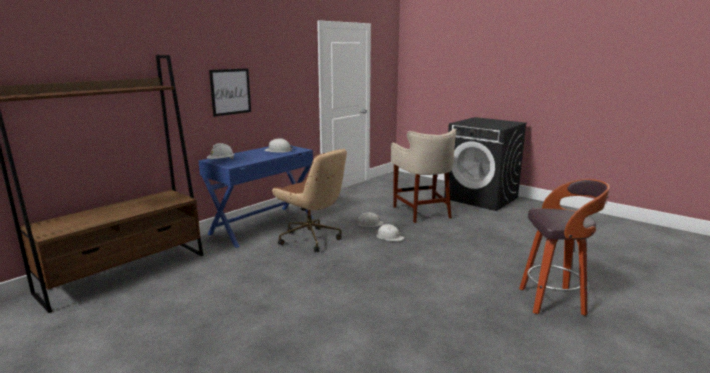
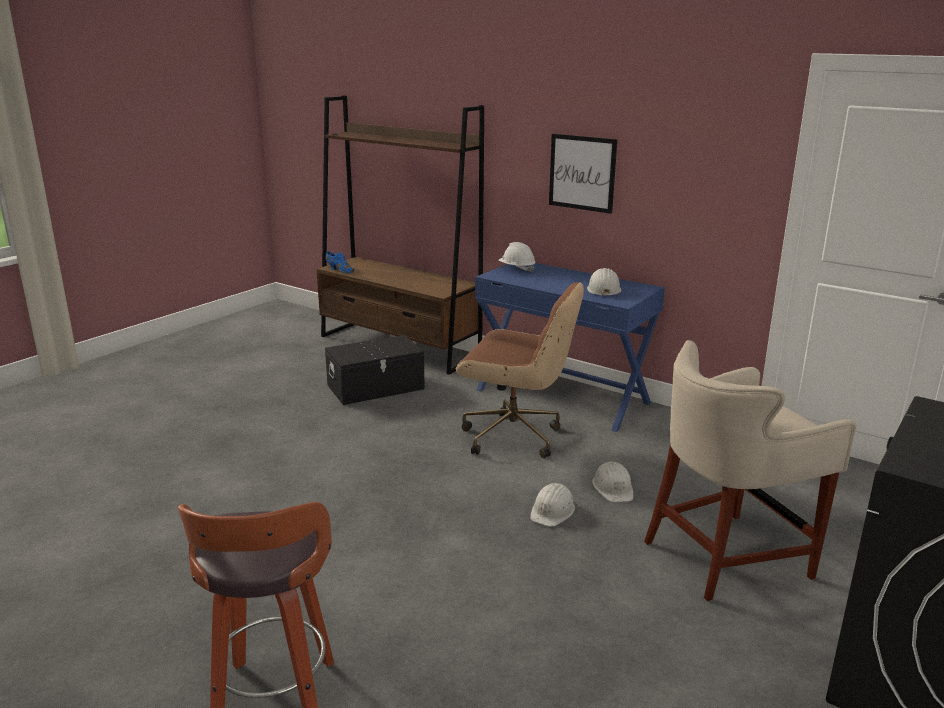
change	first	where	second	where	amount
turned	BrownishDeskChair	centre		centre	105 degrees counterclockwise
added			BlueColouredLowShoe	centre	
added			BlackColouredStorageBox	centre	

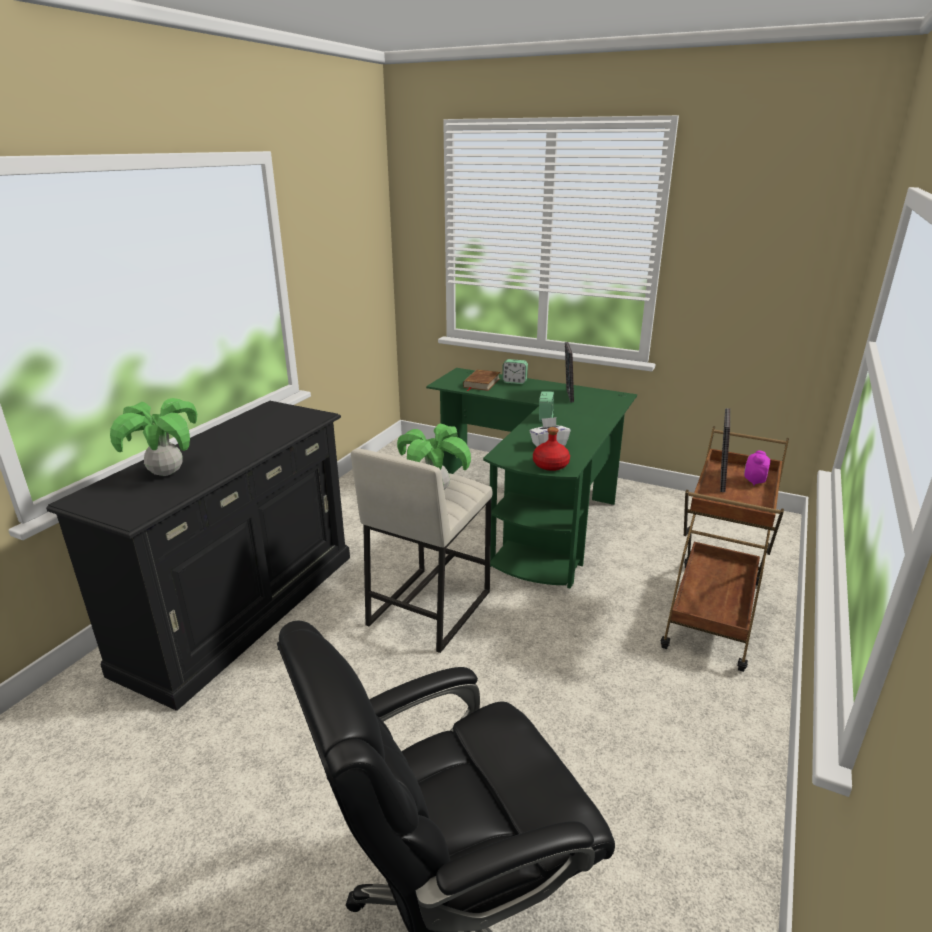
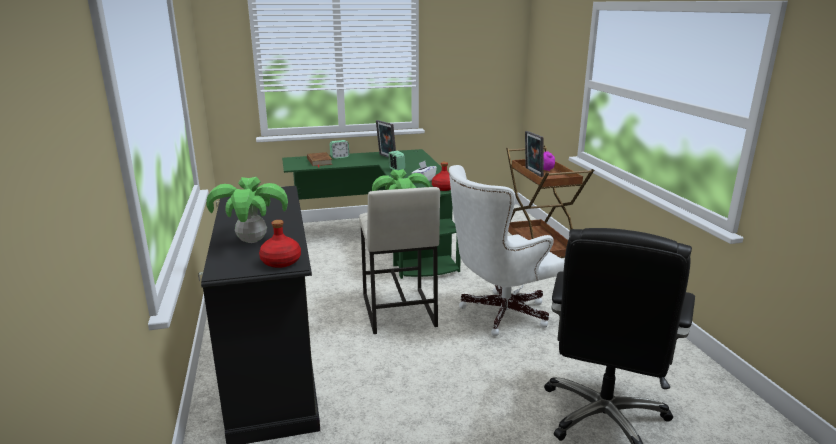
change	first	where	second	where	amount
added			WhitishDeskChair	centre	
added			RedColouredDrinkBottle (1st from left)	centre	

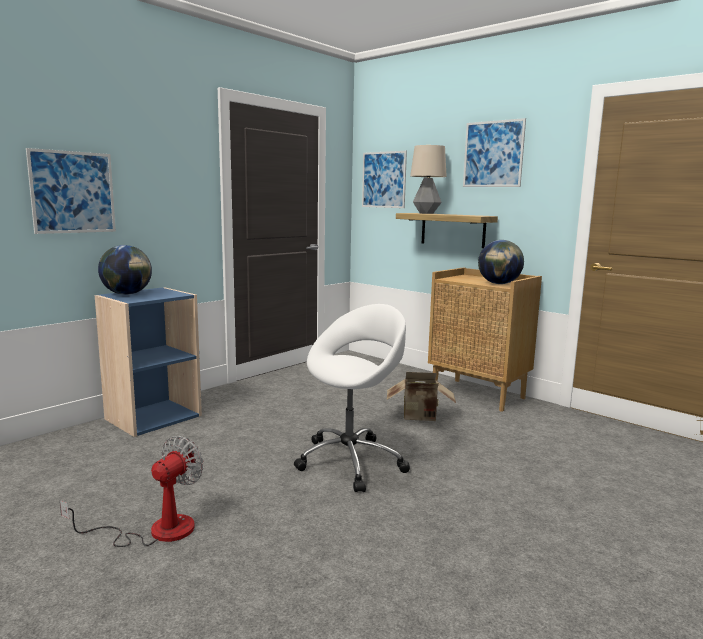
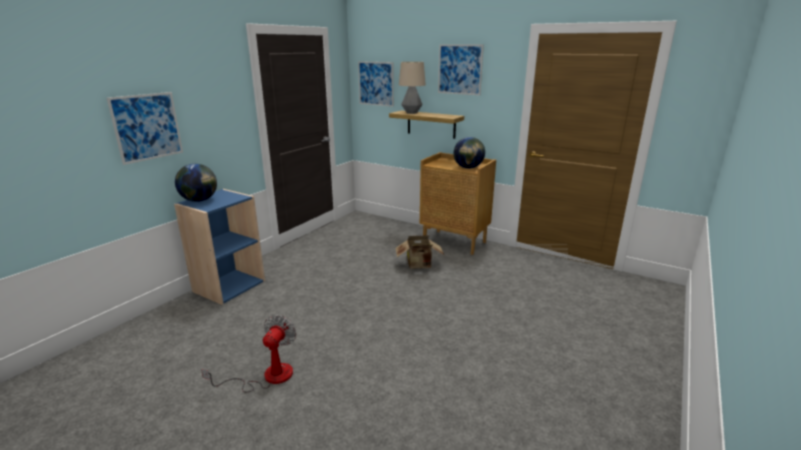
change	first	where	second	where	amount
removed	WhitishDeskChair	centre			

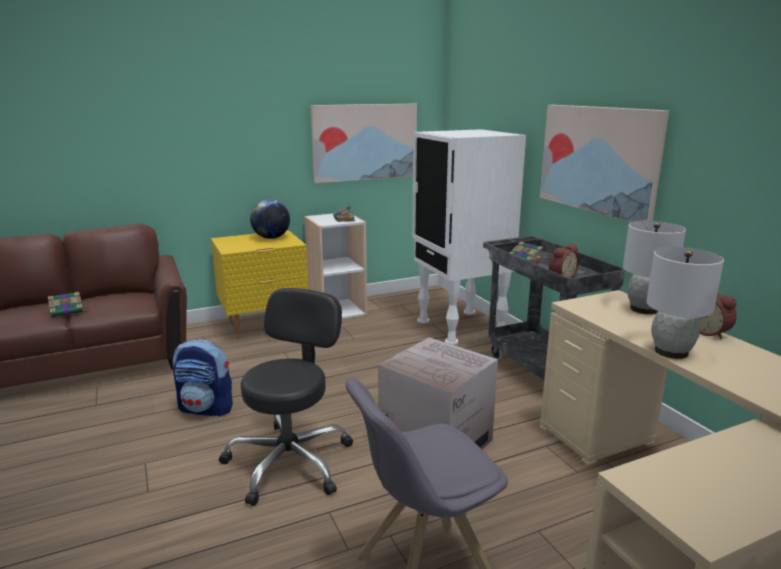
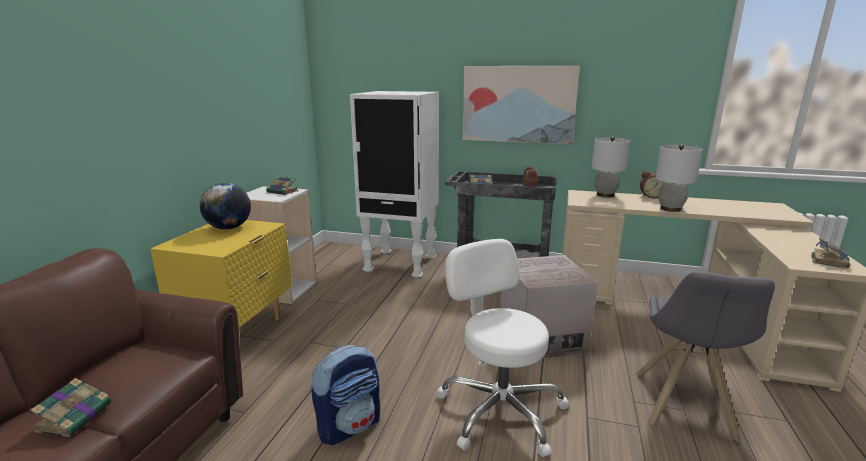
change	first	where	second	where	amount
removed	WallPicture (1st from left)	top centre			
recoloured	BlackColouredDeskChair	bottom centre	WhitishDeskChair	bottom centre	
added			BoundBook (4th from left)	middle right	

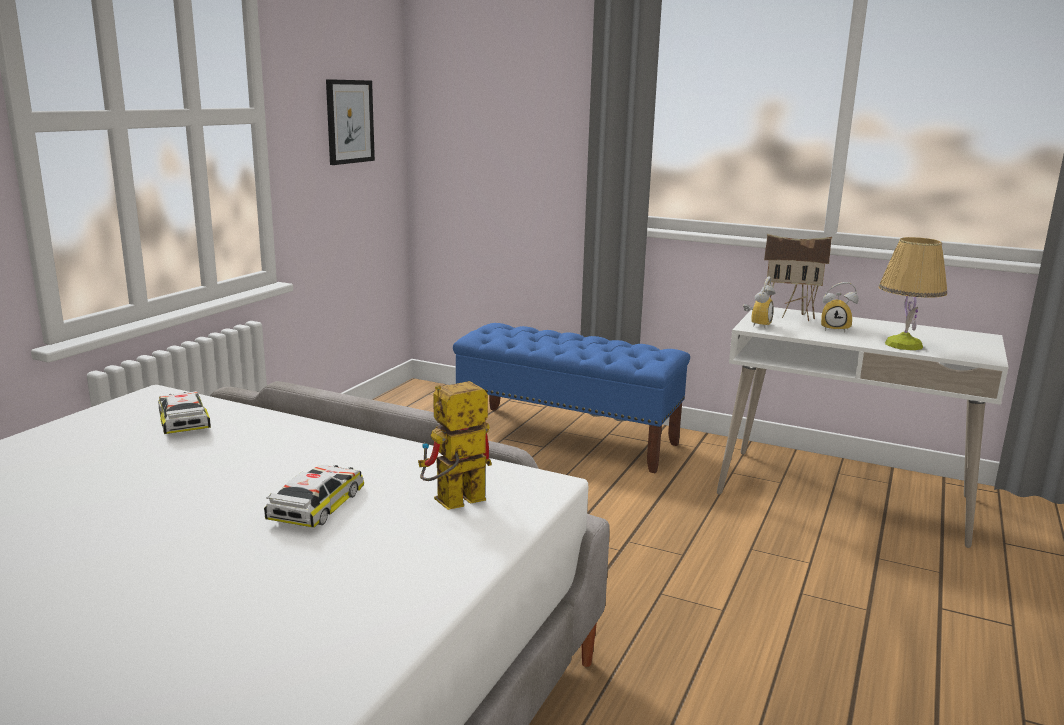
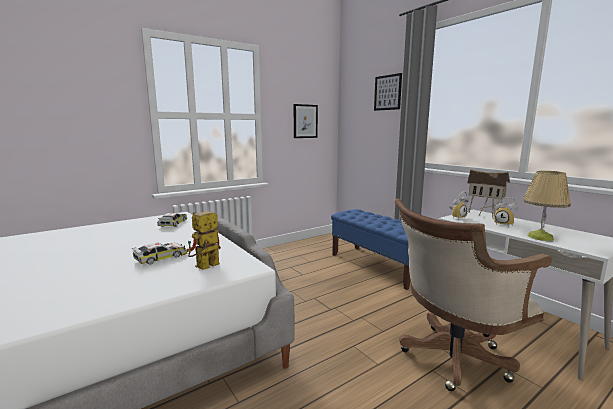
change	first	where	second	where	amount
turned	RobotFigure	centre		middle left	45 degrees counterclockwise
added			WallPicture (2nd from left)	top centre	
added			DeskChair	bottom right	

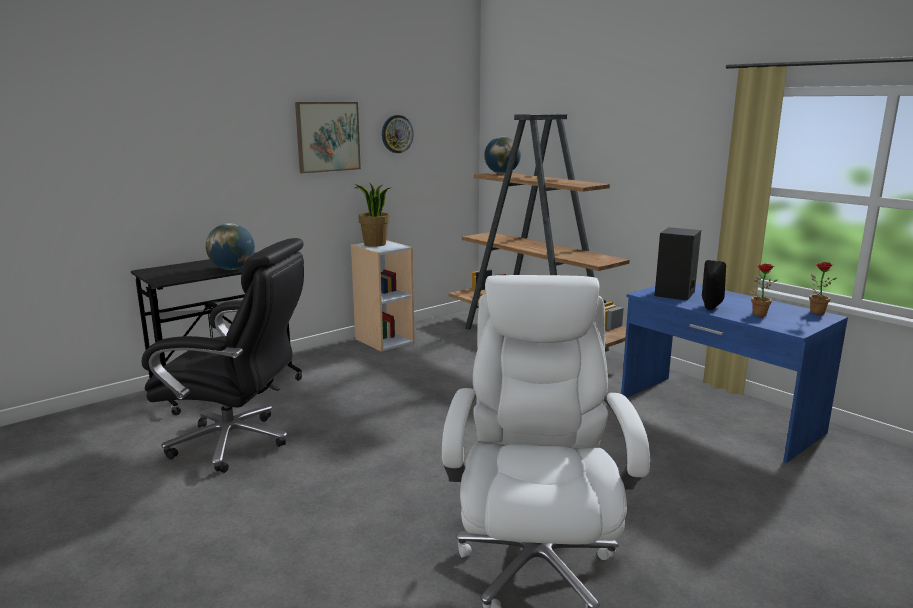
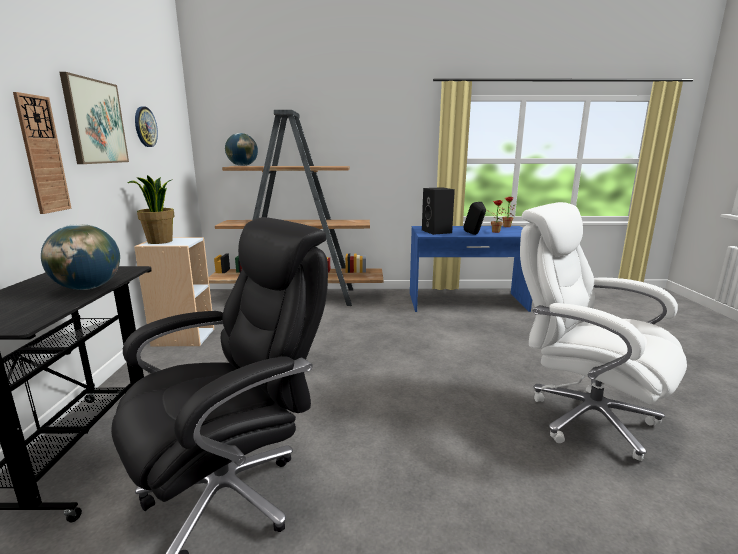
change	first	where	second	where	amount
added			WallClock (1st from left)	top left	

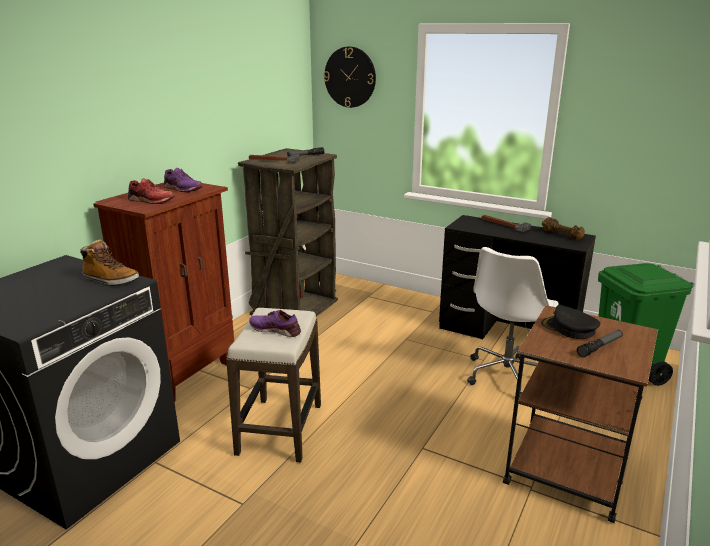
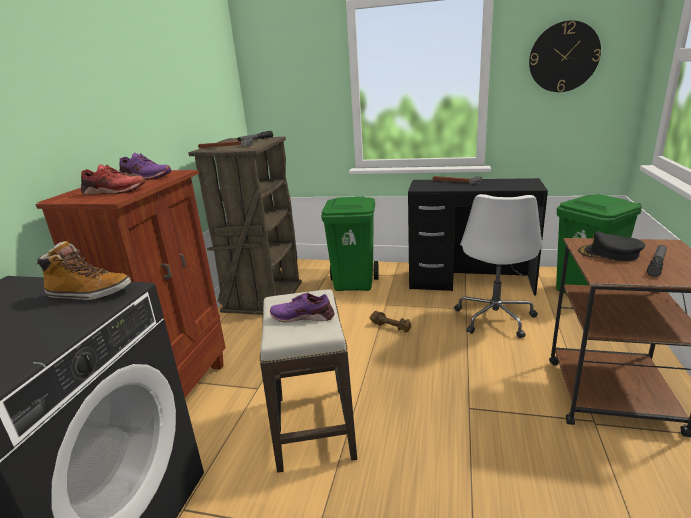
change	first	where	second	where	amount
moved	WallClock	top centre		top right	
moved	BrownishDumbbell	middle right		centre	
added			GreenWasteBin (1st from left)	centre	

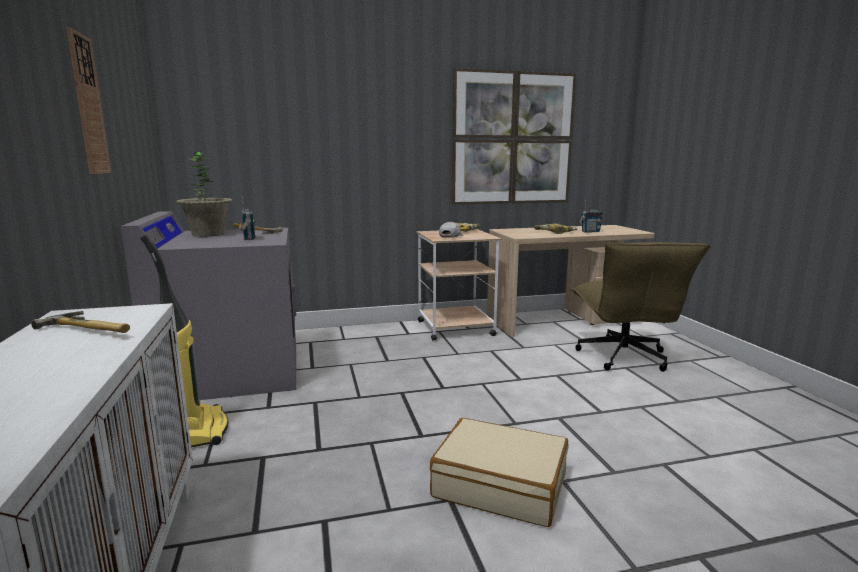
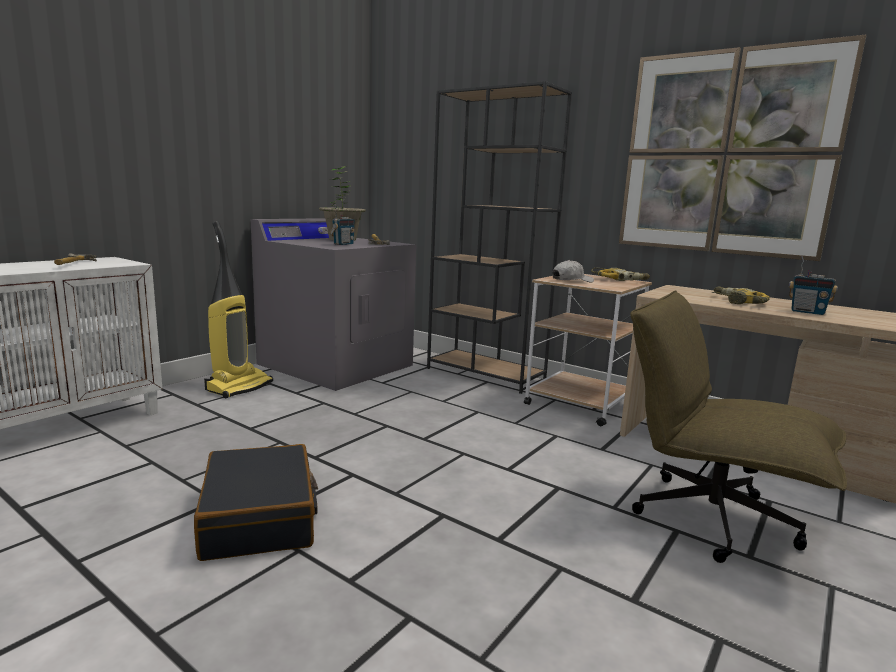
change	first	where	second	where	amount
removed	WallClock	top left			
turned	BeigeColouredDeskChair	middle right		middle right	75 degrees clockwise
recoloured	BeigeColouredPieceOfLuggage	bottom centre	BlackColouredPieceOfLuggage	bottom left	
added			ShelvingUnit	centre	

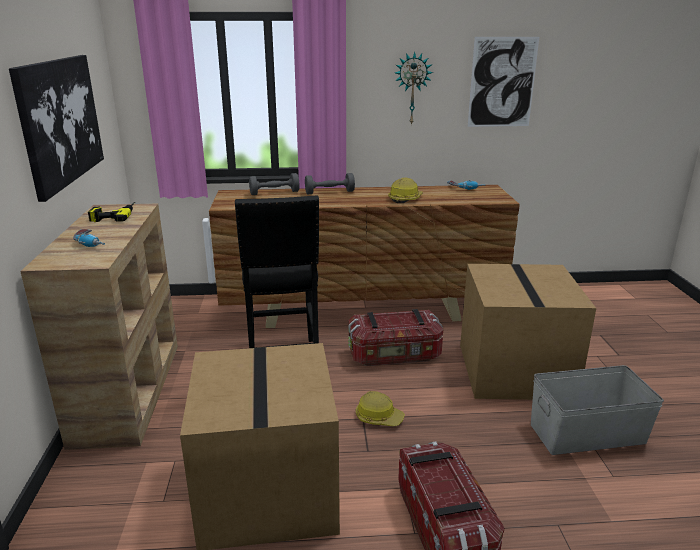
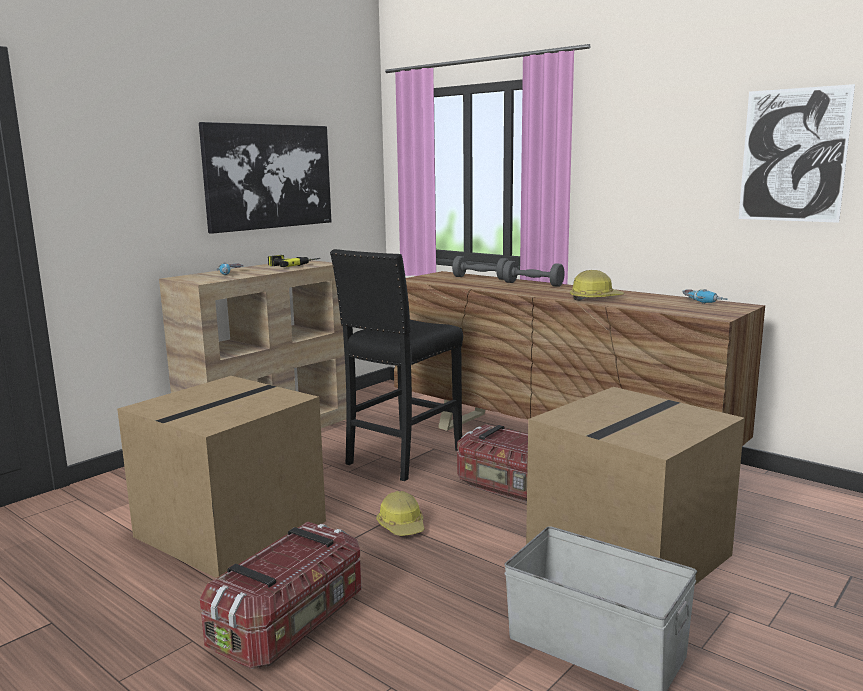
change	first	where	second	where	amount
removed	WallClock	top centre			

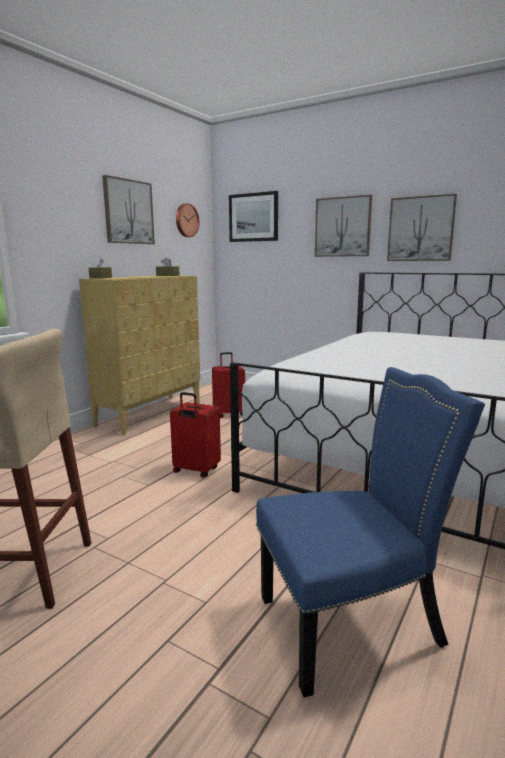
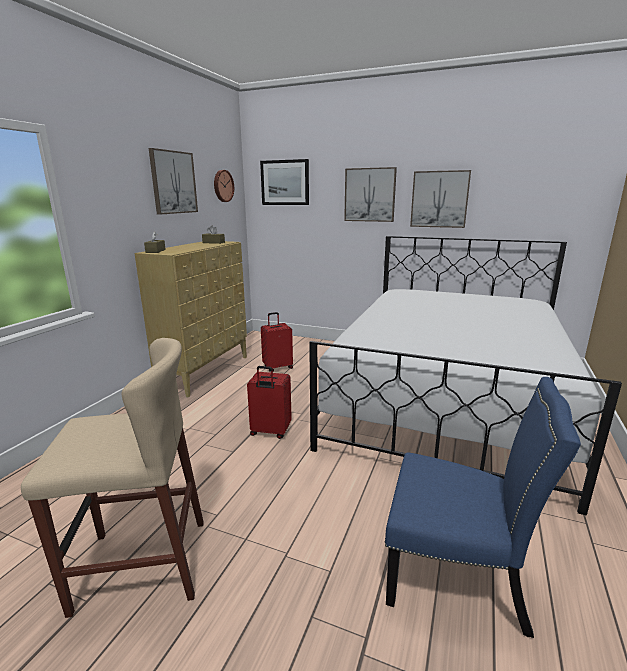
change	first	where	second	where	amount
turned	BlueColouredPlainChair	bottom right		bottom right	45 degrees clockwise

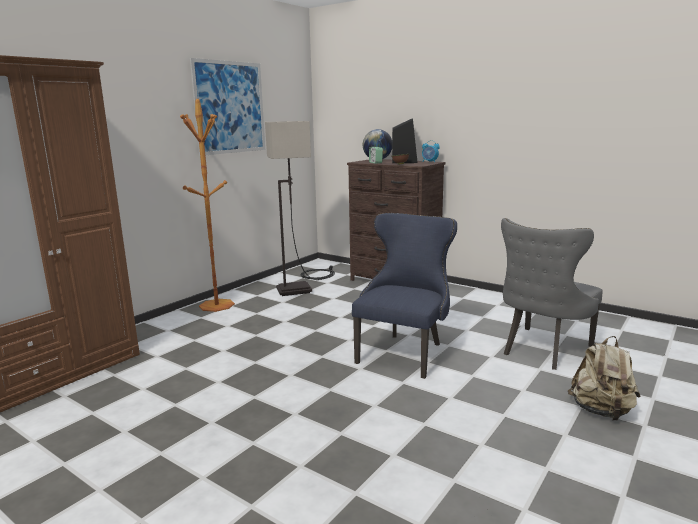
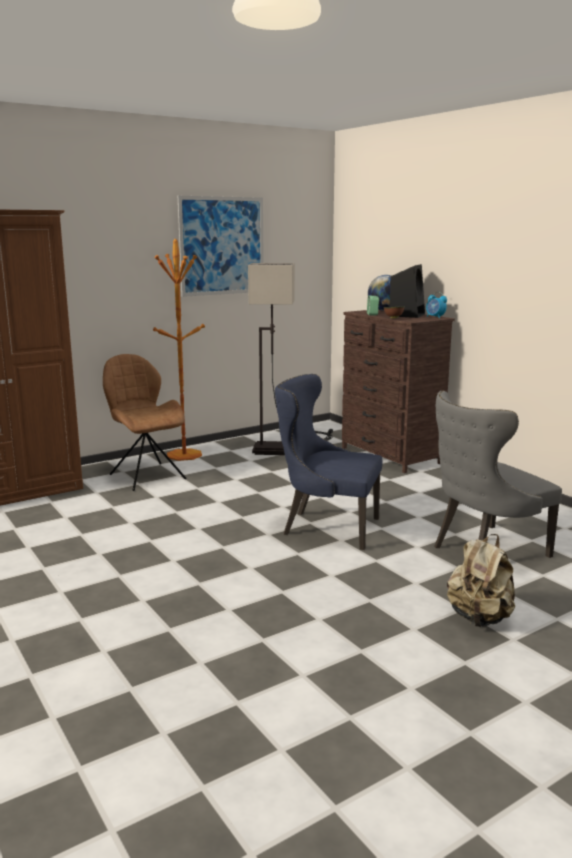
change	first	where	second	where	amount
turned	BlueColouredPlainChair	centre		centre	120 degrees counterclockwise
added			BrownishPlainChair	middle left	

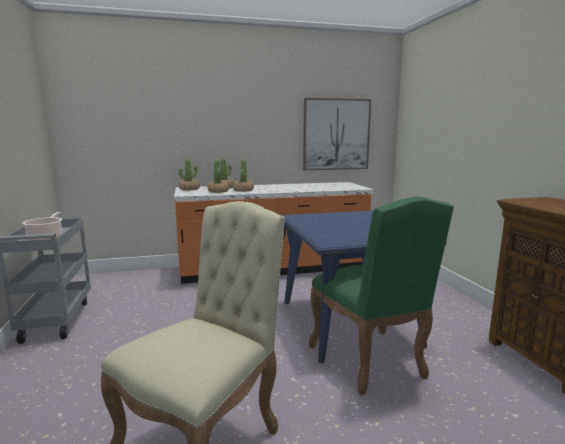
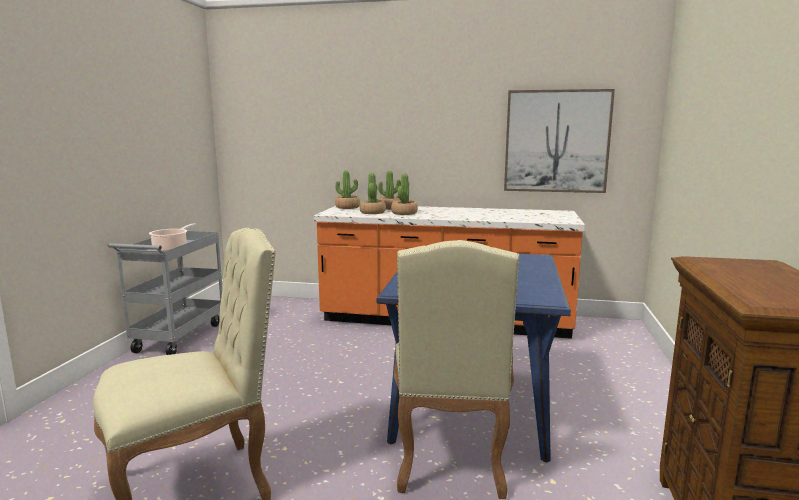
change	first	where	second	where	amount
recoloured	GreenPlainChair	bottom right	BeigeColouredPlainChair (2nd from left)	bottom centre	

